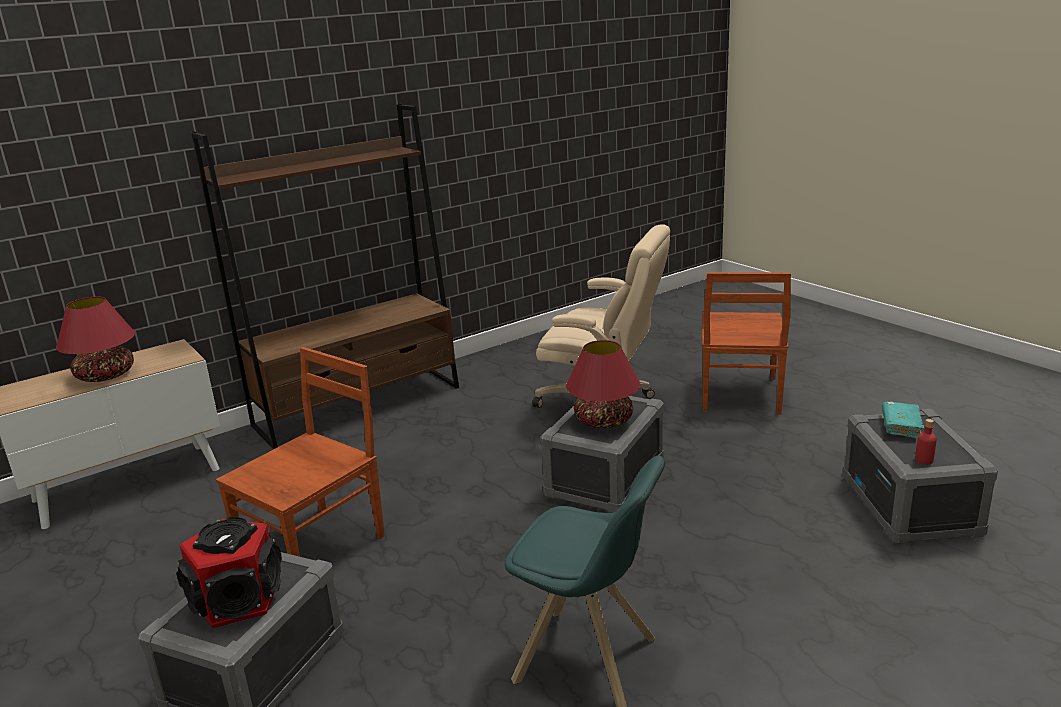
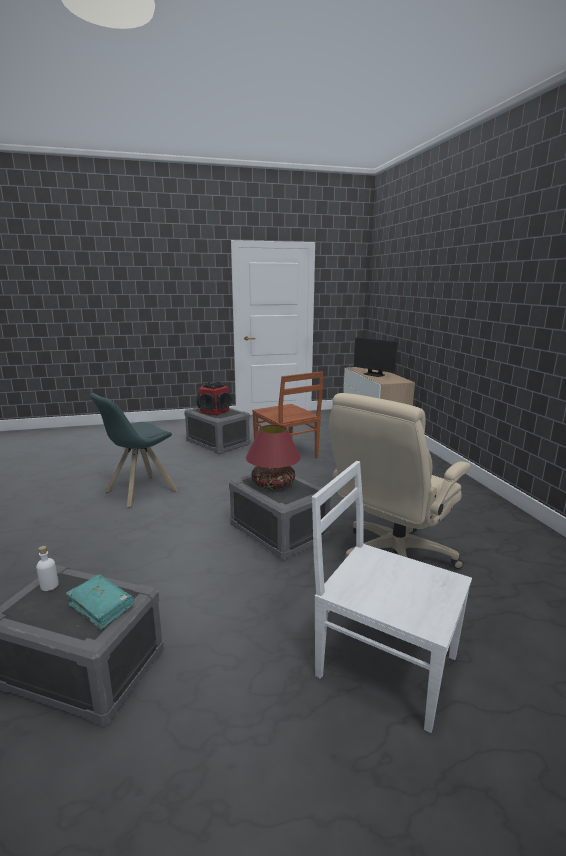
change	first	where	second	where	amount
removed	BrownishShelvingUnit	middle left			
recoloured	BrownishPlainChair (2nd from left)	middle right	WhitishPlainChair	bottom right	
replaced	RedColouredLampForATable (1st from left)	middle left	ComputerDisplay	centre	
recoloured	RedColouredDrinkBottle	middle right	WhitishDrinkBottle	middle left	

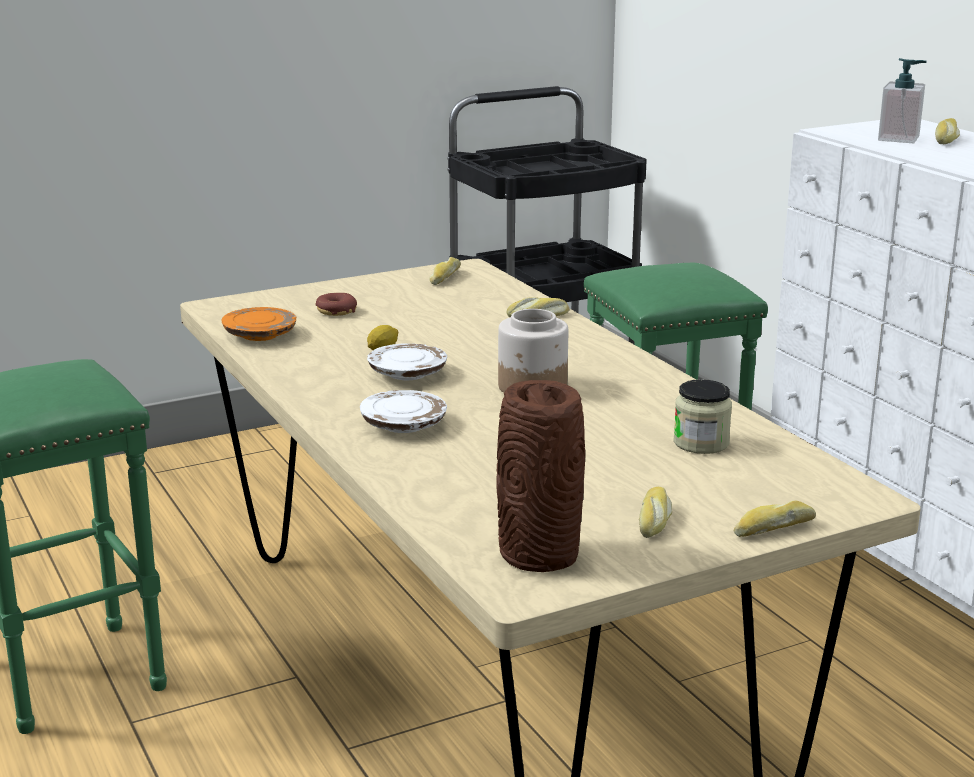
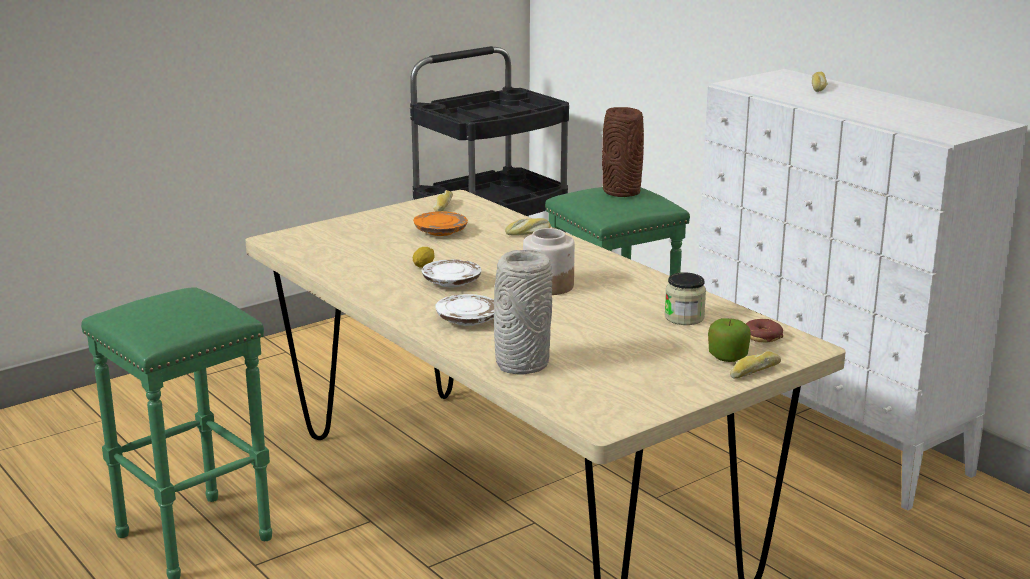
change	first	where	second	where	amount
removed	LiquidSoapBottle	top right			
moved	RingDoughnut	centre		middle right	
moved	OrangeColouredPlate	middle left		centre	
moved	BrownishDecorativeVase	centre		top centre	
removed	Bread (3rd from left)	middle right			
added			GreyDecorativeVase	centre	
added			AppleFruit	middle right	

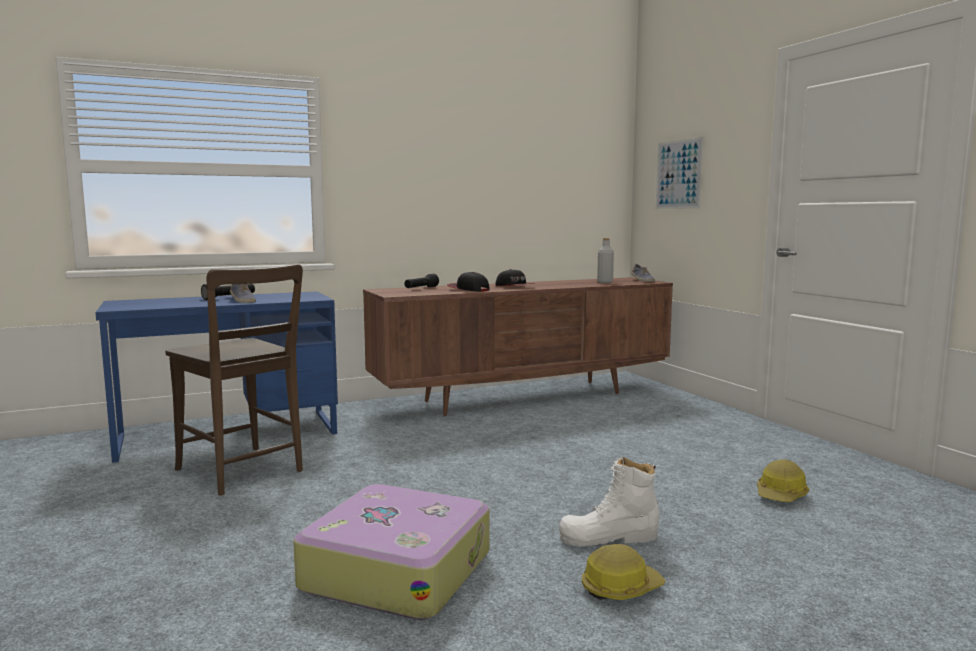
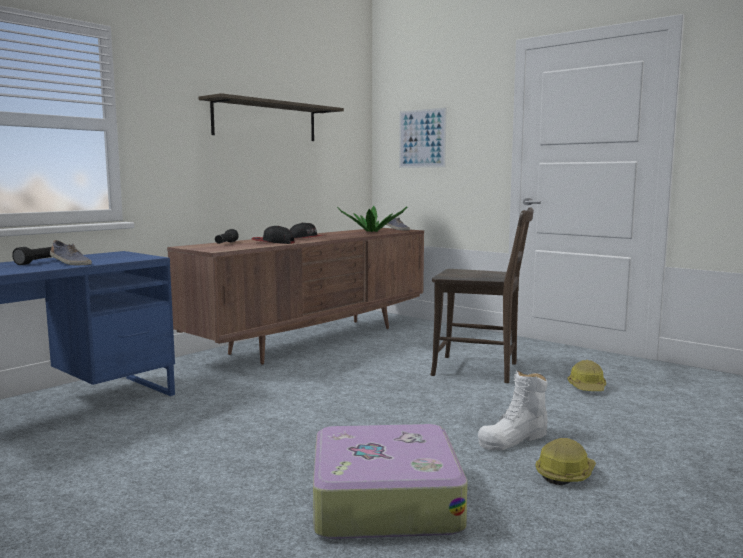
change	first	where	second	where	amount
replaced	GreyDrinkBottle	centre	PlantInAPot	centre	
moved	BrownishPlainChair	middle left		centre	
added			BracketShelf	top centre	

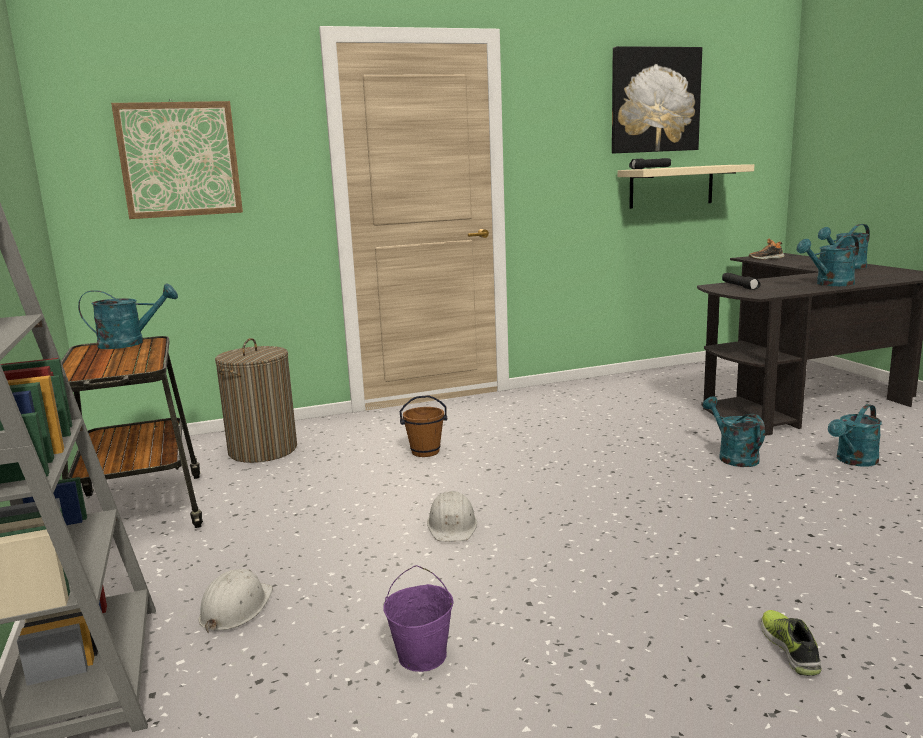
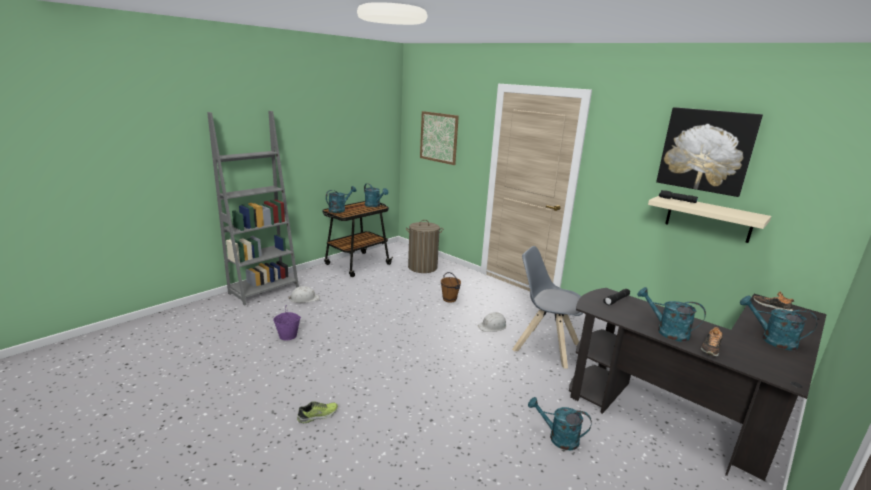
change	first	where	second	where	amount
moved	BlueGreenWateringPot (2nd from left in the first image)	middle right	BlueGreenWateringPot (1st from left)	centre	
moved	WhitishSafetyHelmet (2nd from left)	bottom centre		centre	
added			GreyPlainChair	centre	
added			LowShoe (2nd from left)	bottom right	

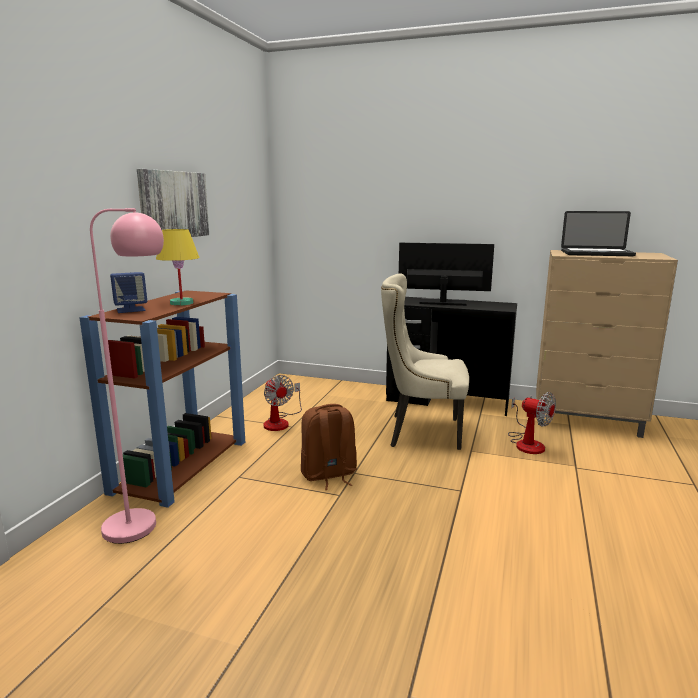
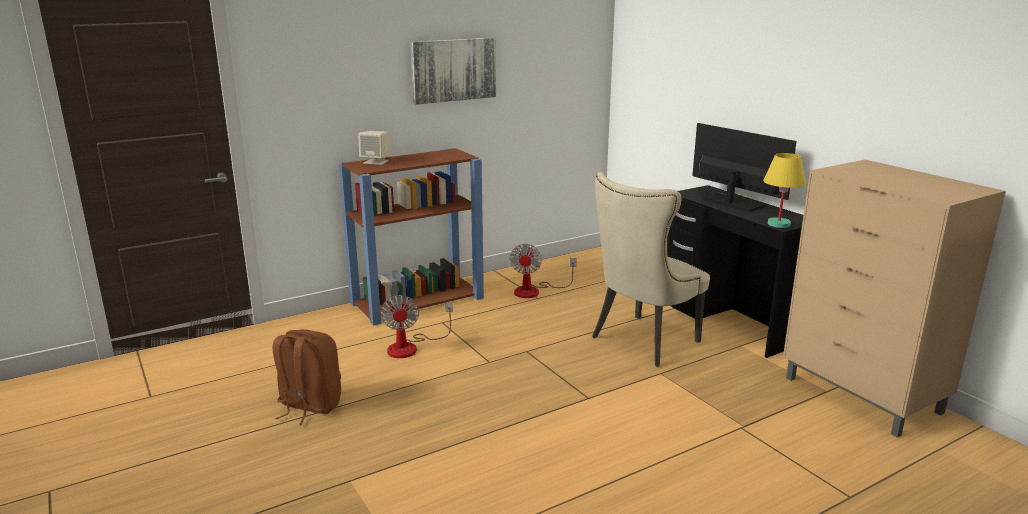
change	first	where	second	where	amount
removed	PinkStandingLamp	middle left			
removed	Laptop	middle right			
moved	YellowLampForATable	middle left		middle right	
recoloured	BlueColouredAudioSpeaker	middle left	BeigeColouredAudioSpeaker	top centre	
turned	BeigeColouredPlainChair	centre		centre	90 degrees counterclockwise
moved	ElectricFan (2nd from left in the first image)	middle right	ElectricFan (1st from left)	centre	
moved	BrownishKnapsack	centre		bottom left	

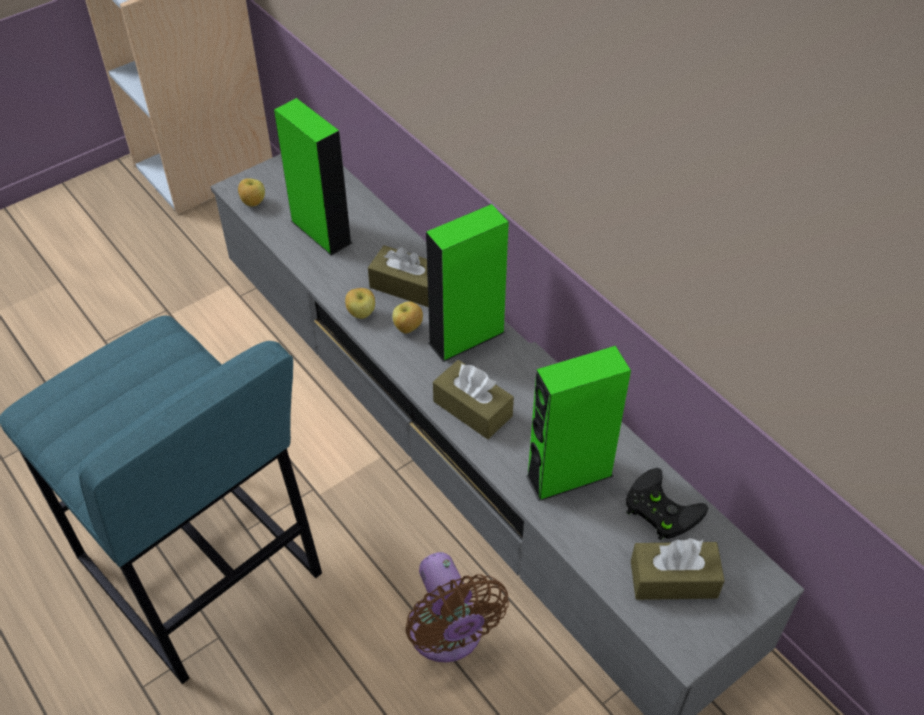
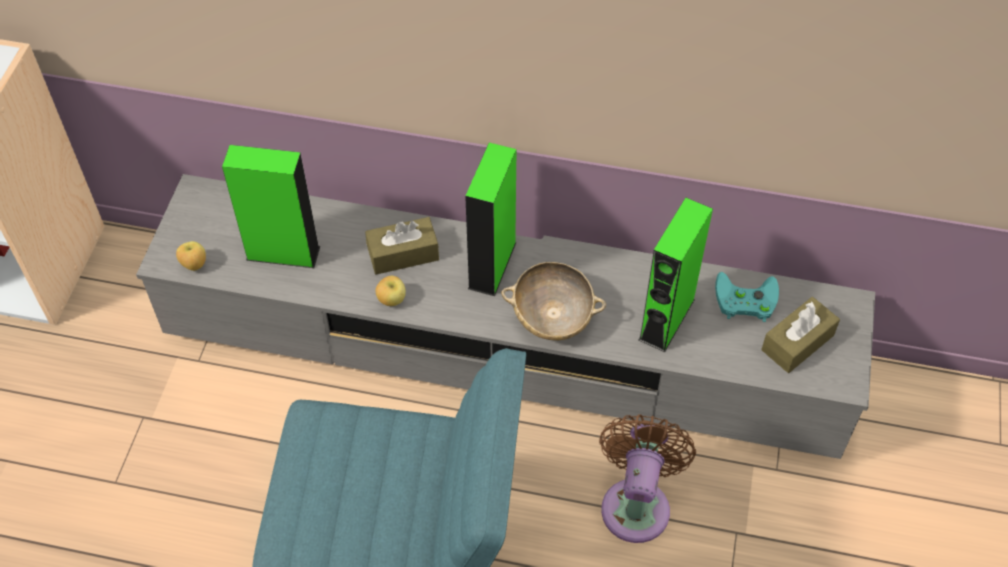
change	first	where	second	where	amount
removed	AppleFruit (3rd from left)	centre			
replaced	BrownishBoxOfTissues (2nd from left)	centre	BeigeColouredDeepDish	centre	
recoloured	BlackColouredGamepad	bottom right	BlueGreenGamepad	middle right	
turned	BrownishElectricFan	bottom centre		bottom centre	105 degrees counterclockwise

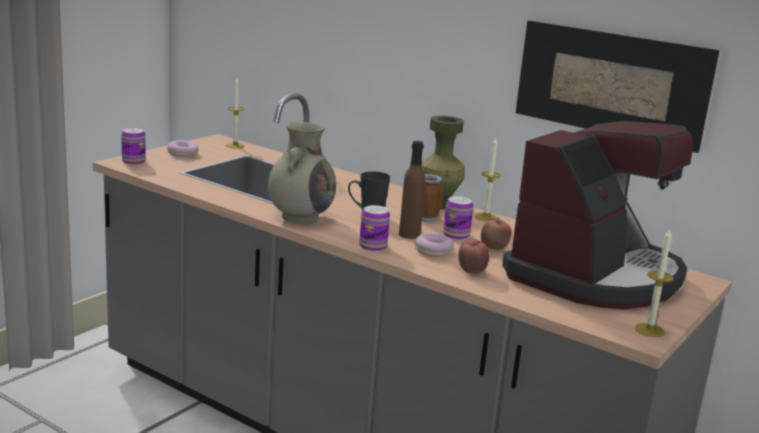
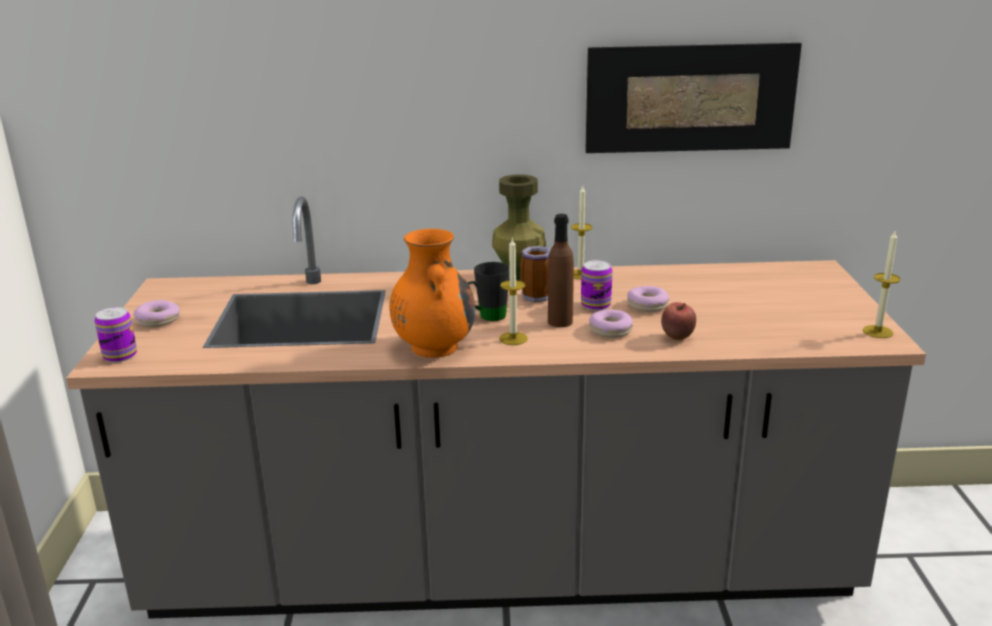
change	first	where	second	where	amount
moved	WaxLight (1st from left)	top left		centre	
removed	CoffeeMachine	middle right			
recoloured	BeigeColouredDecorativeVase	centre	OrangeColouredDecorativeVase	centre	
removed	SealedCan (2nd from left)	centre			
replaced	AppleFruit (2nd from left)	centre	RingDoughnut (3rd from left)	centre	

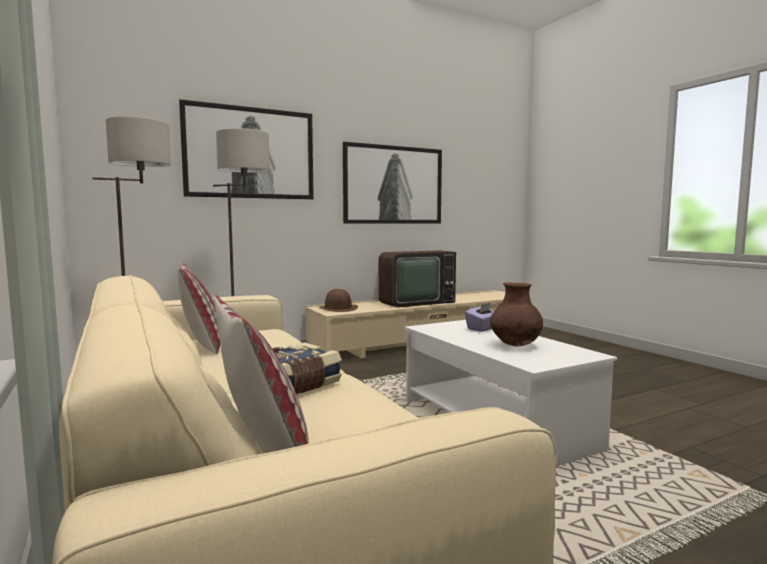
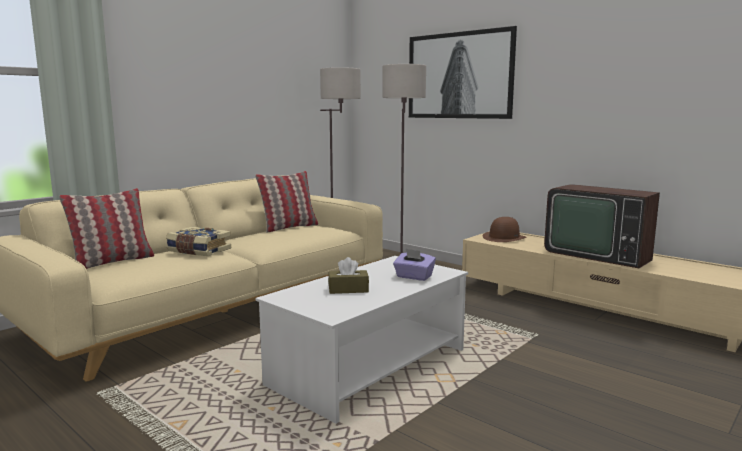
change	first	where	second	where	amount
removed	WallPicture (2nd from left)	top centre			
replaced	BrownishDecorativeVase	middle right	BrownishBoxOfTissues	centre	

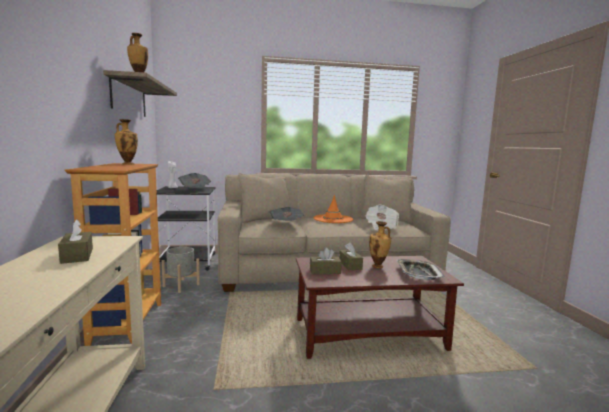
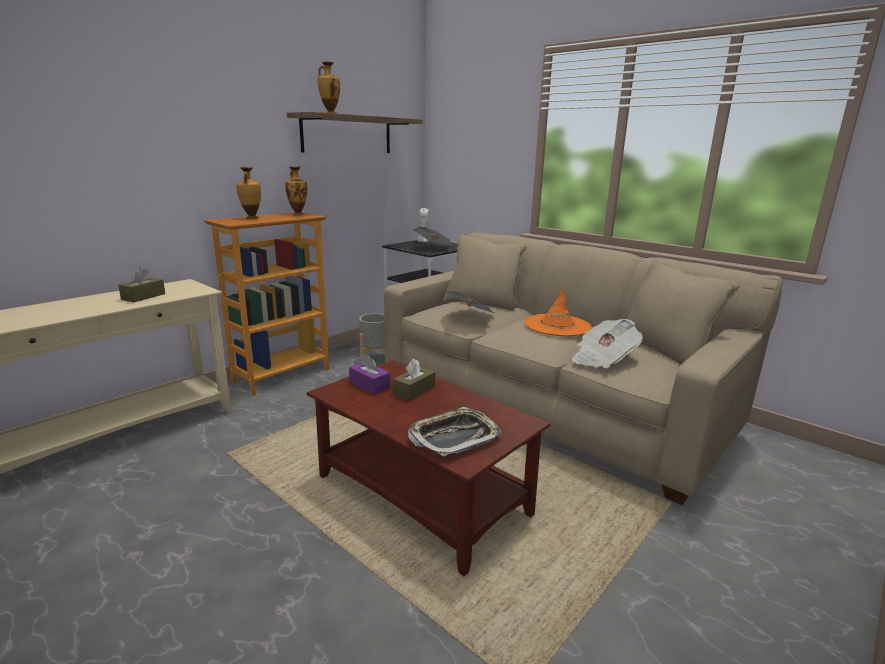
change	first	where	second	where	amount
moved	DecorativeVase (3rd from left in the first image)	centre	DecorativeVase (1st from left)	top left	
recoloured	BrownishBoxOfTissues (2nd from left)	centre	PurpleBoxOfTissues	centre	

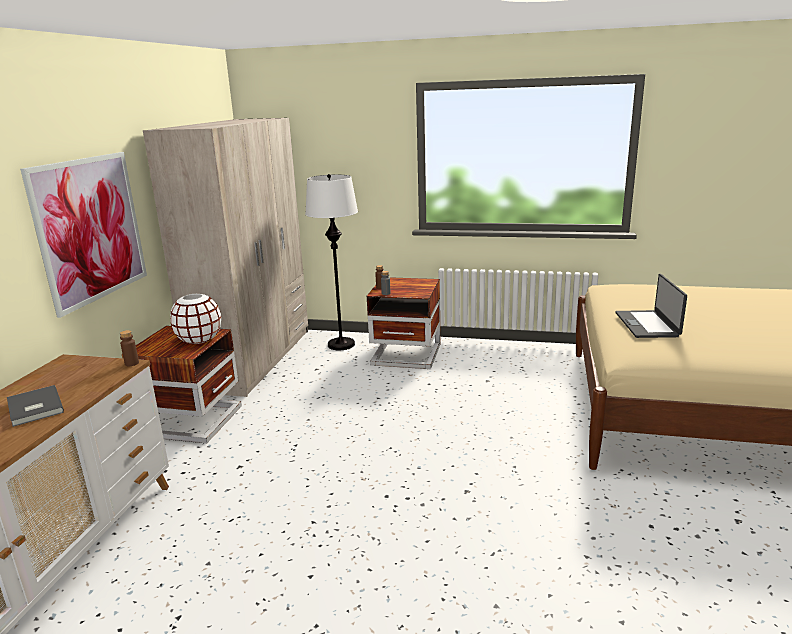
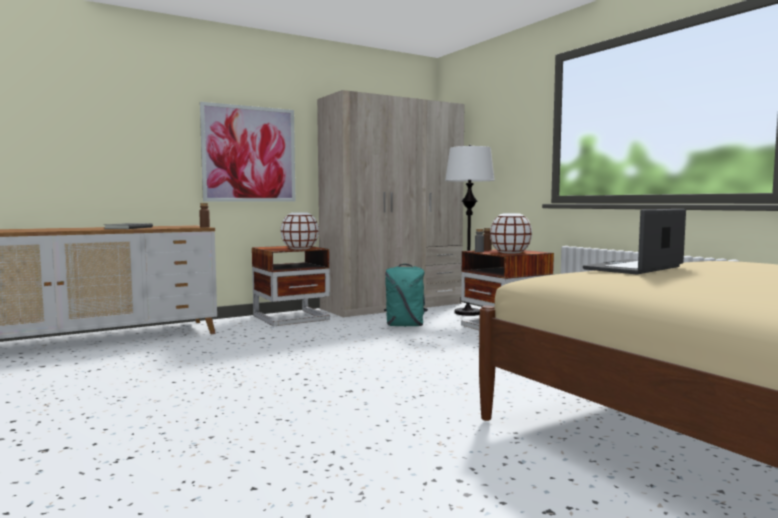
change	first	where	second	where	amount
added			WhitishDecorativeVase (2nd from left)	centre	
added			BlueGreenKnapsack	centre	

